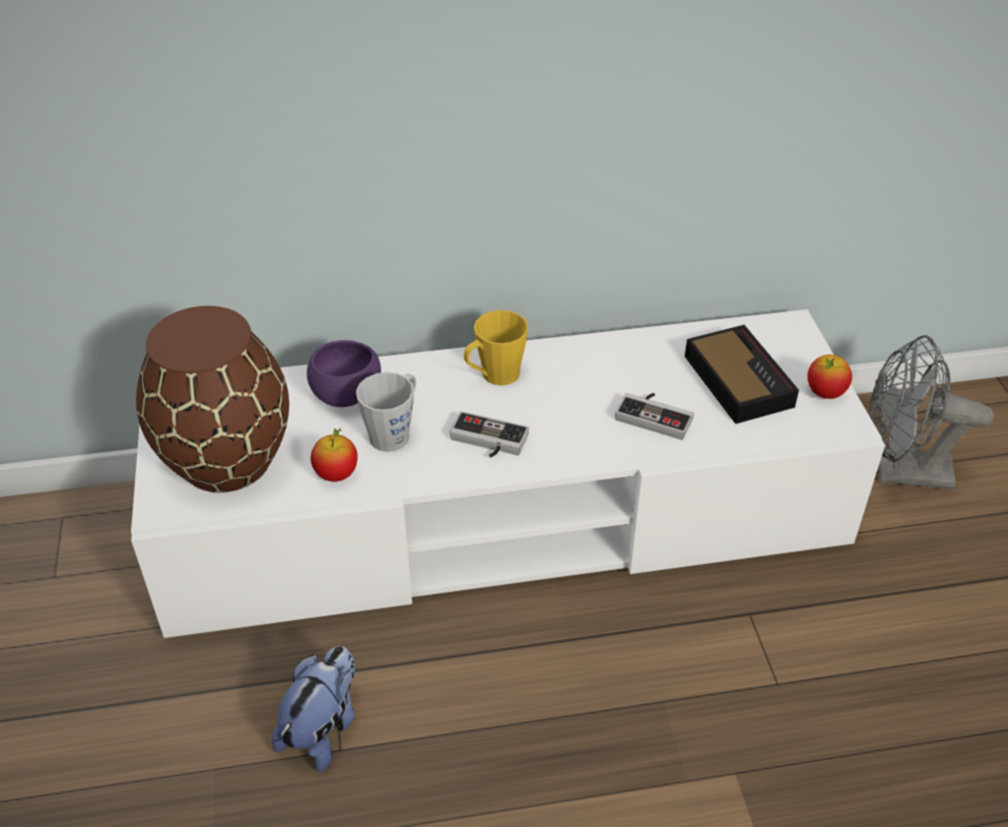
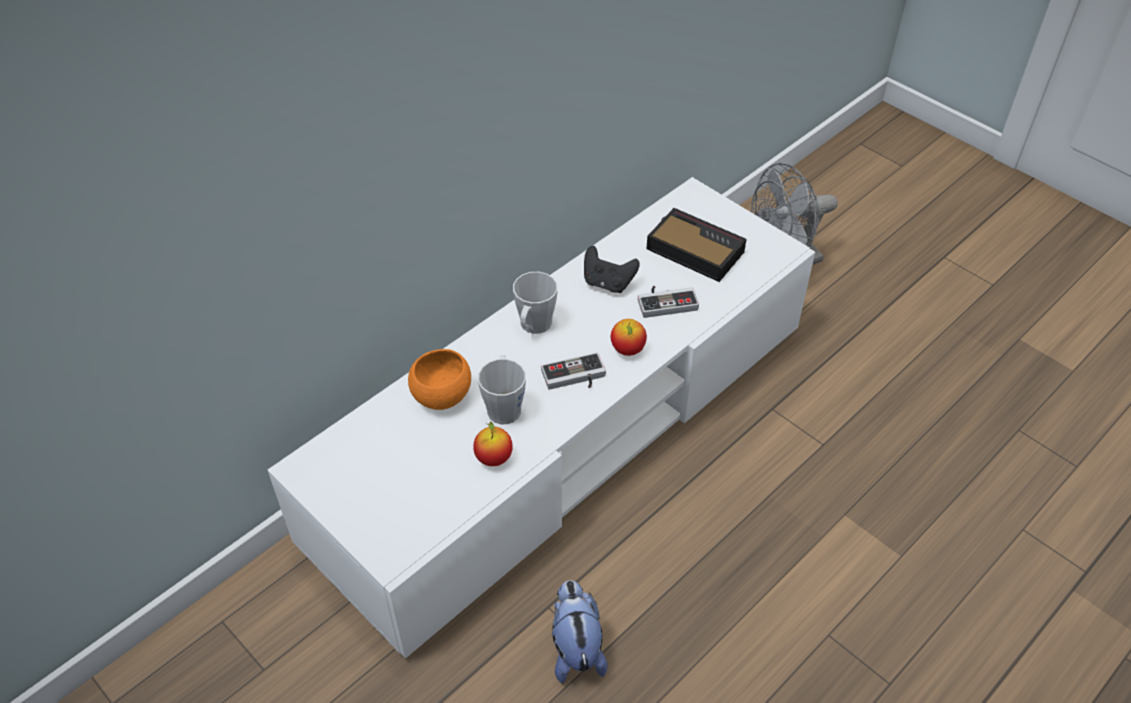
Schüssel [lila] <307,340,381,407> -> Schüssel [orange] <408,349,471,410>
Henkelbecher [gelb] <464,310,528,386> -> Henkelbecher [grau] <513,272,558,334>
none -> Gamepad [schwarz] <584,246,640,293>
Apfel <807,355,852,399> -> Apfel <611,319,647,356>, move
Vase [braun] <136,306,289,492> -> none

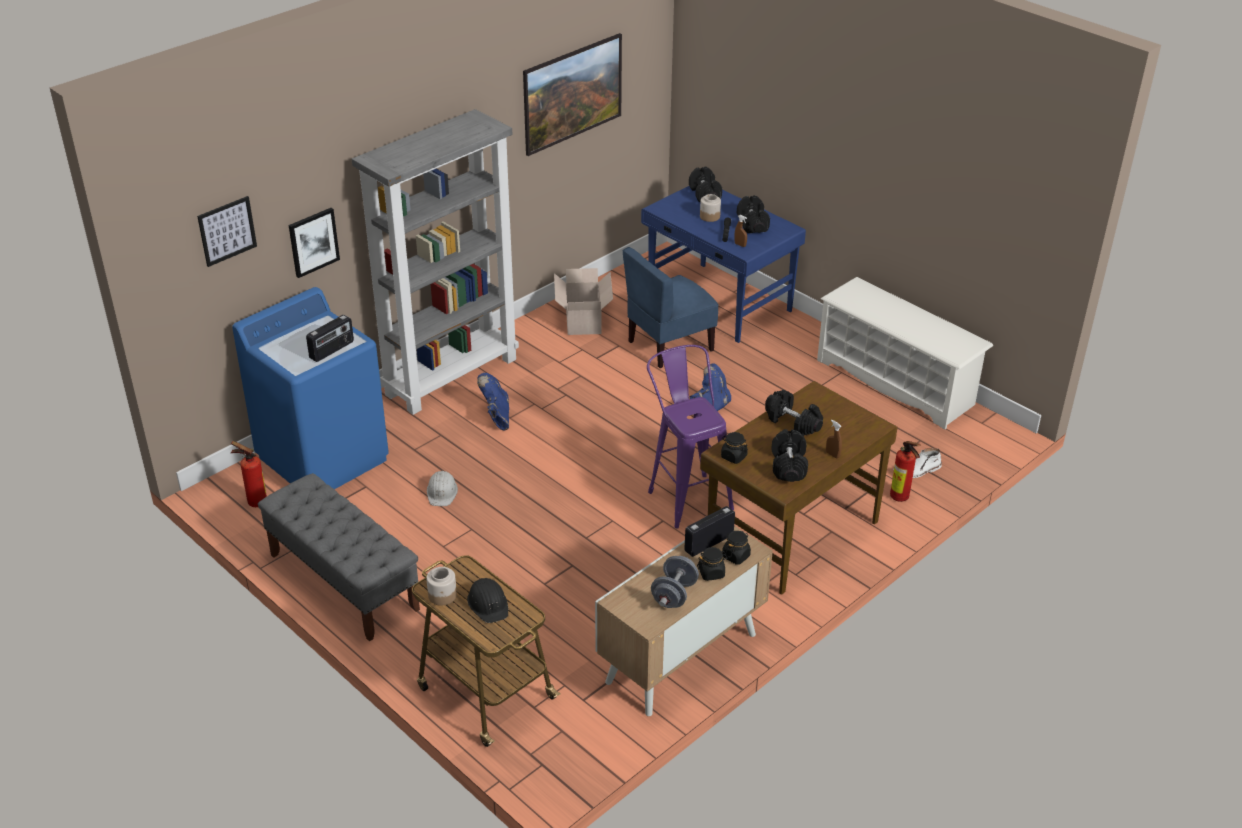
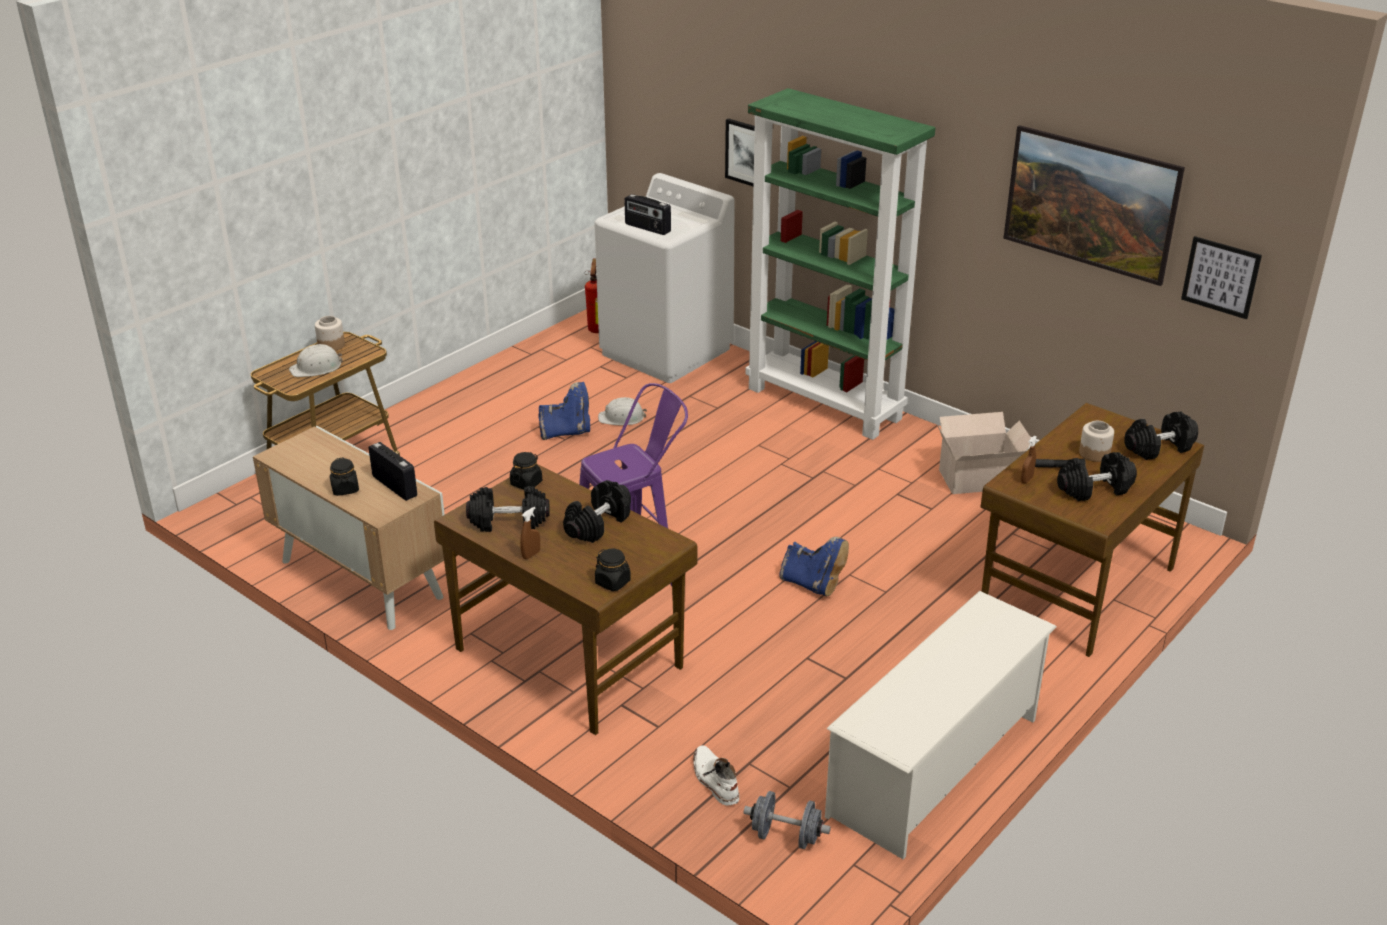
Schutzhelm [schwarz] <467,578,508,623> -> Schutzhelm [weiß] <289,344,343,377>
Stiefel [blau] <477,373,509,431> -> Stiefel [blau] <539,382,590,440>, move
Waschmaschine [blau] <232,287,389,489> -> Waschmaschine [weiß] <594,173,735,383>
Vorratsglas [schwarz] <722,531,751,565> -> Vorratsglas [schwarz] <595,549,631,591>, move
Hantel [grau] <651,556,699,608> -> Hantel [grau] <744,791,831,849>, move
Bücherregal [grau] <352,109,519,415> -> Bücherregal [grün] <746,88,936,440>
Schreibtisch [blau] <641,186,806,343> -> Schreibtisch [braun] <981,403,1204,657>
Bild <197,196,257,267> -> Bild <1181,236,1262,319>, move
Bank [grau] <258,473,420,642> -> none
Stuhl [blau] <623,247,719,368> -> none
Feuerlöscher <890,441,921,502> -> none

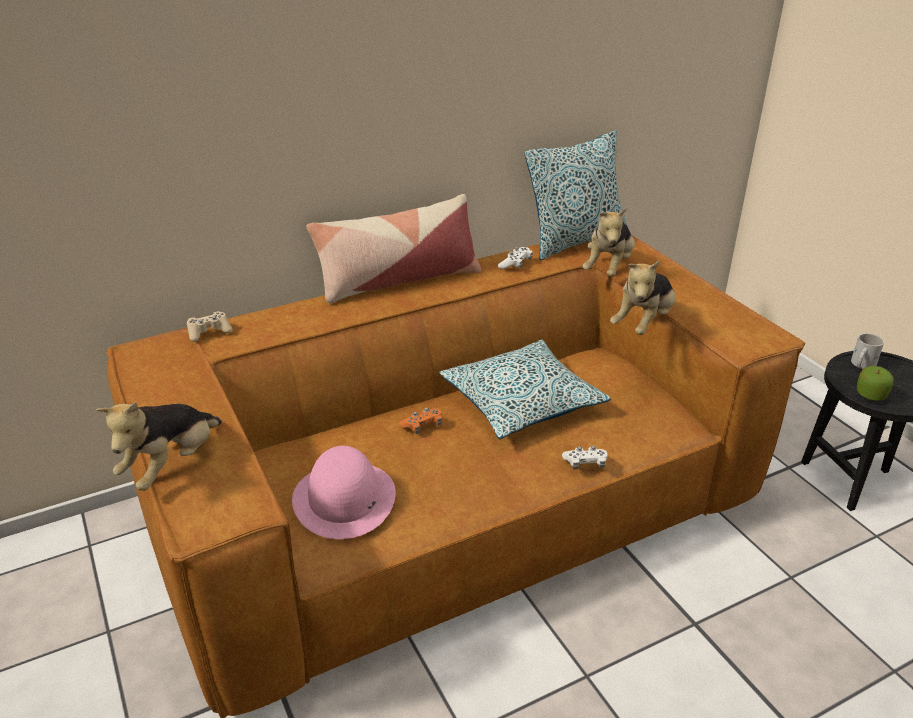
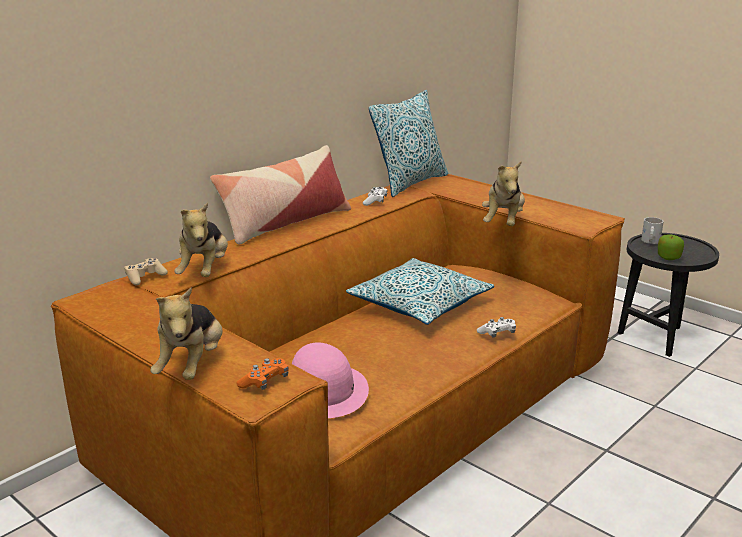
Plüschtier <583,207,635,277> -> Plüschtier <175,202,228,277>, move
Gamepad [orange] <399,407,442,434> -> Gamepad [orange] <236,358,289,390>, move

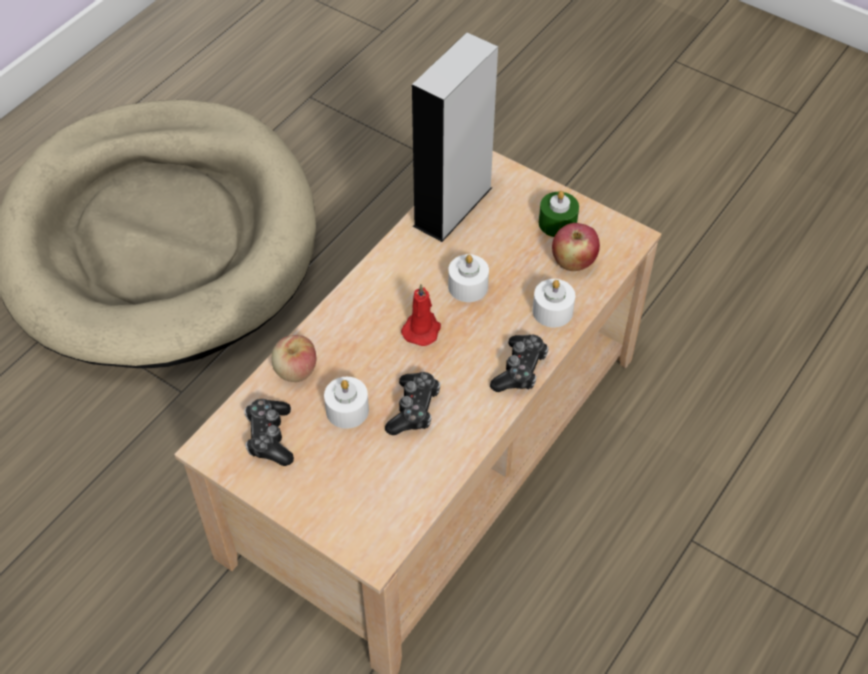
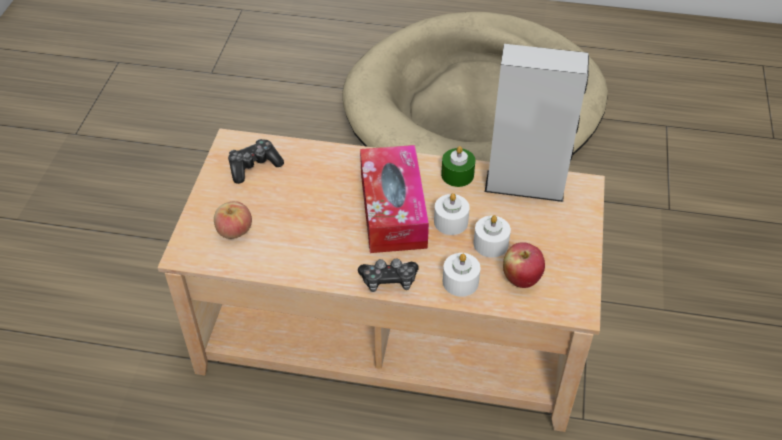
Apfel <272,335,316,382> -> Apfel <214,201,252,239>, move
Kerze [rot] <401,284,441,346> -> Taschentuchbox <360,145,429,253>
Kerze [grün] <539,191,579,237> -> Kerze [grün] <441,146,475,187>, move
Kerze [weiß] <324,377,369,429> -> Kerze [weiß] <473,215,511,258>, move
Gamepad <385,372,440,435> -> none

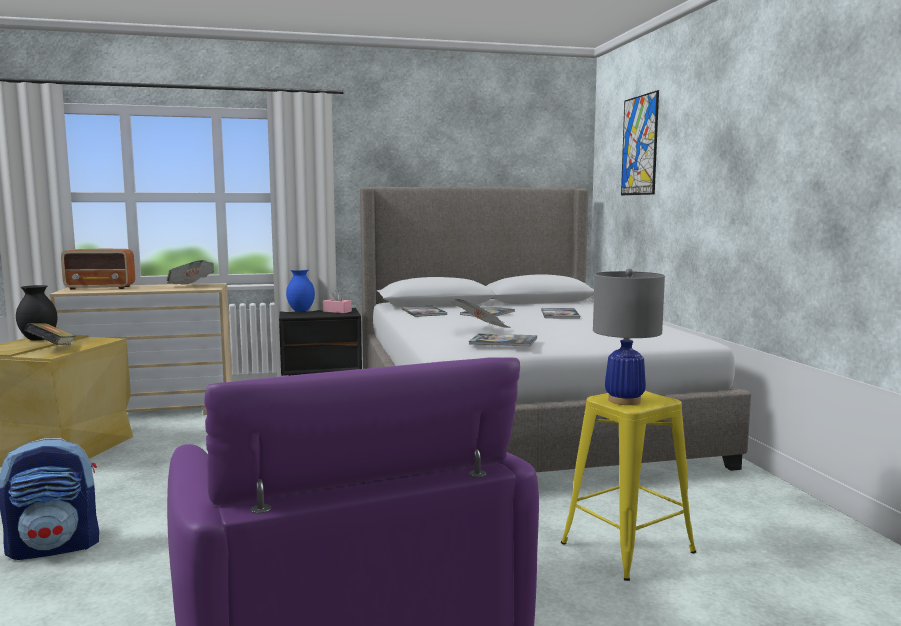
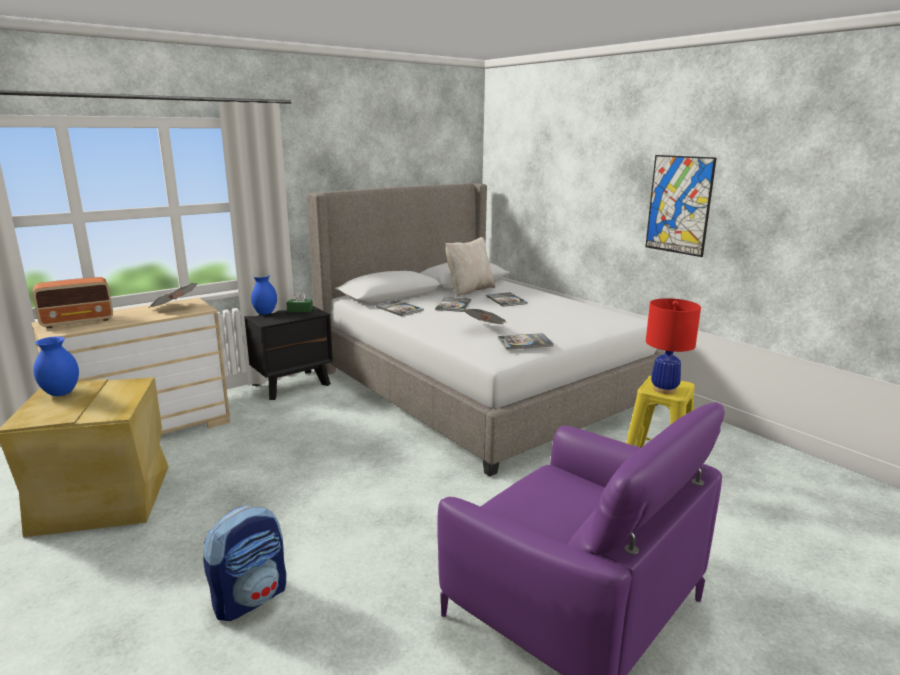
Vase [schwarz] <16,285,57,340> -> Vase [blau] <33,336,79,396>
Taschentuchbox [rosa] <323,290,352,313> -> Taschentuchbox [grün] <286,291,313,312>
none -> Kissen [beige] <445,237,495,297>
Bild <621,90,659,195> -> Bild <645,155,717,257>, move
Tischlampe [grau] <593,269,665,405> -> Tischlampe [rot] <646,298,701,394>
Buch <24,323,75,345> -> none

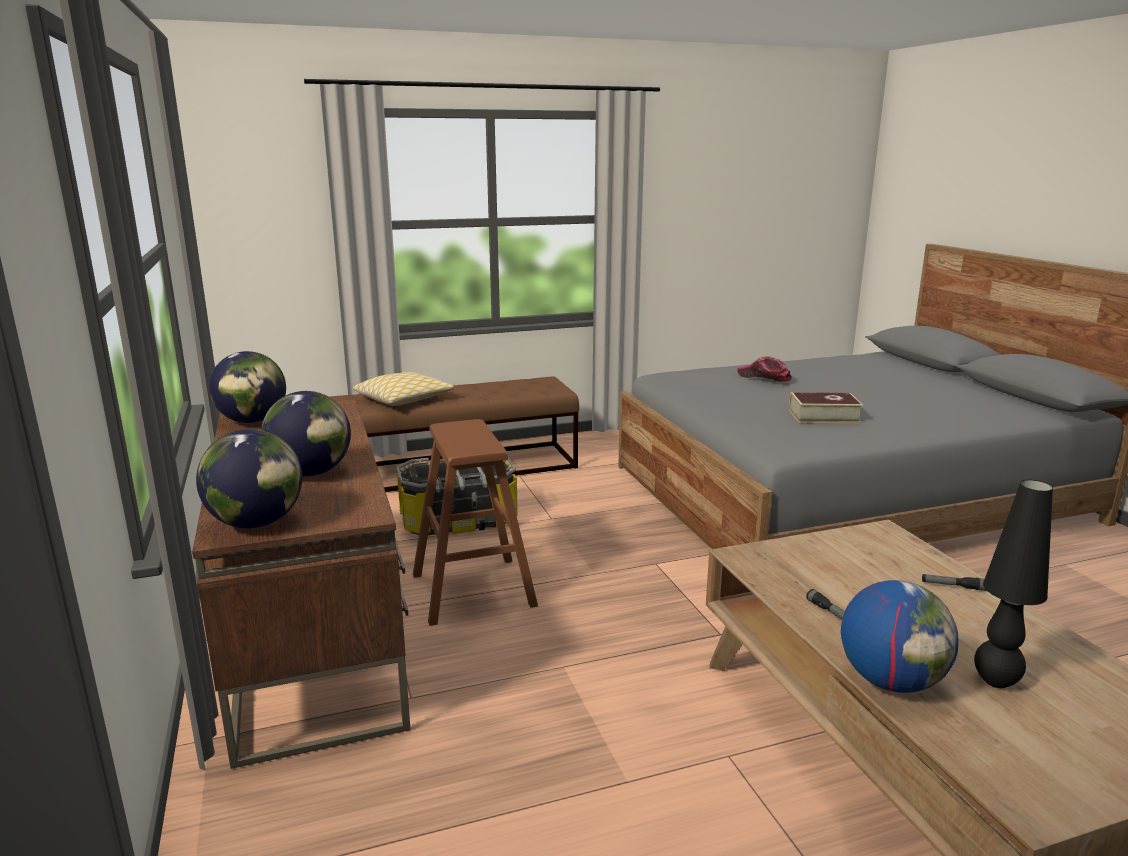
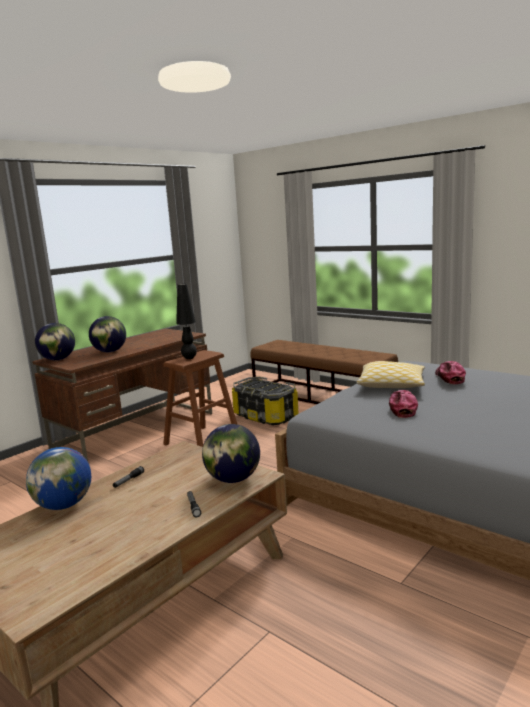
Tischlampe [schwarz] <974,480,1053,688> -> Tischlampe [schwarz] <176,284,197,359>, move
Globus <209,351,286,423> -> Globus <202,424,260,483>, move
Kissen <353,372,454,406> -> Kissen <357,361,425,388>, move
Buch <789,392,863,423> -> Kappe <389,390,418,418>

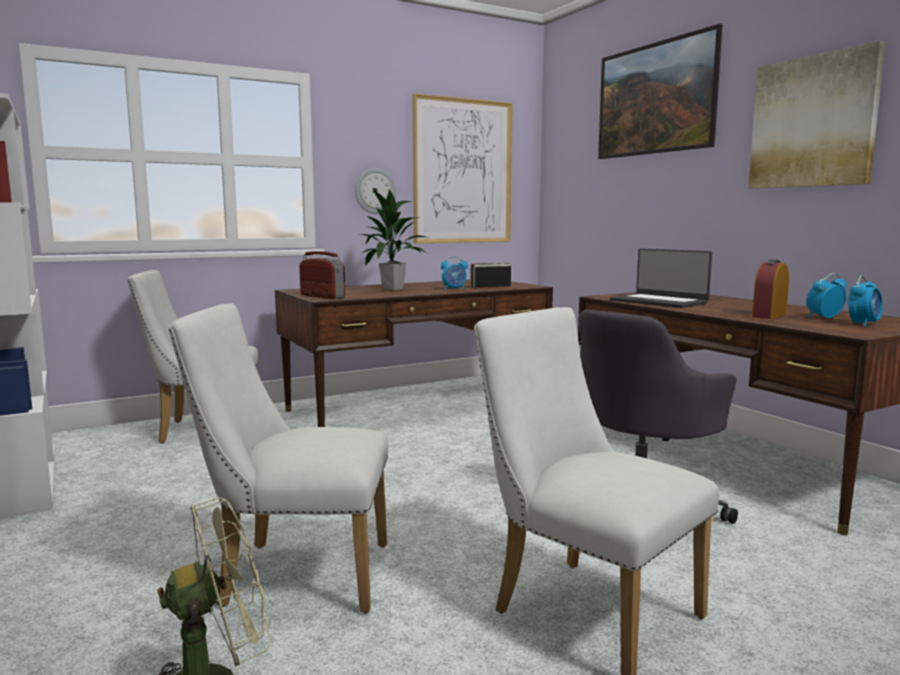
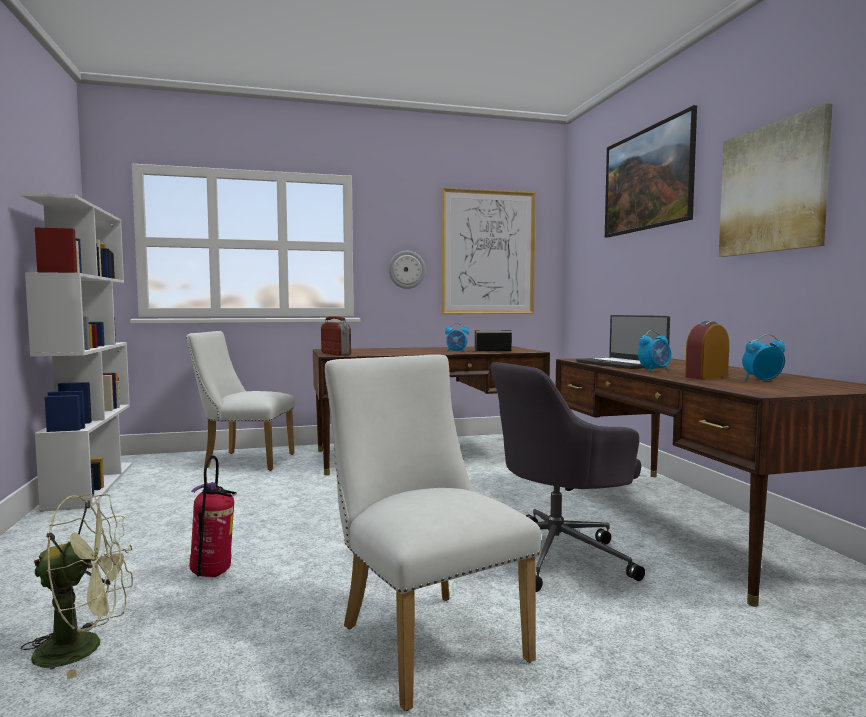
Stuhl [weiß] <169,303,388,613> -> Feuerlöscher <190,455,237,577>
Wecker <848,275,883,327> -> Wecker <638,330,671,372>, move
Topfpflanze <357,189,428,290> -> none

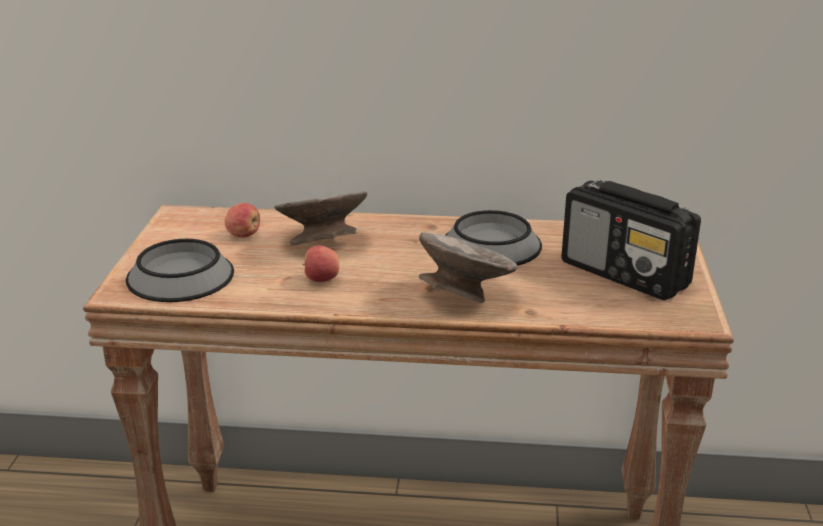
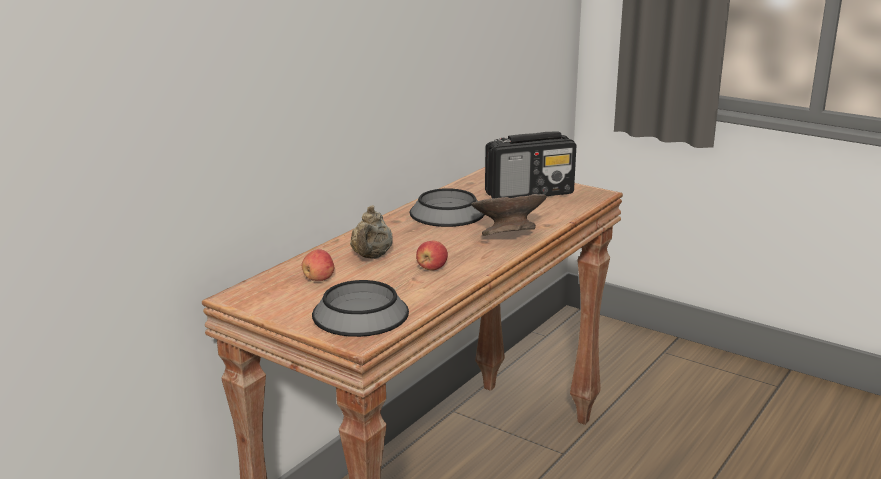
Schüssel [grau] <274,191,367,246> -> Teekanne [beige] <350,205,393,259>

